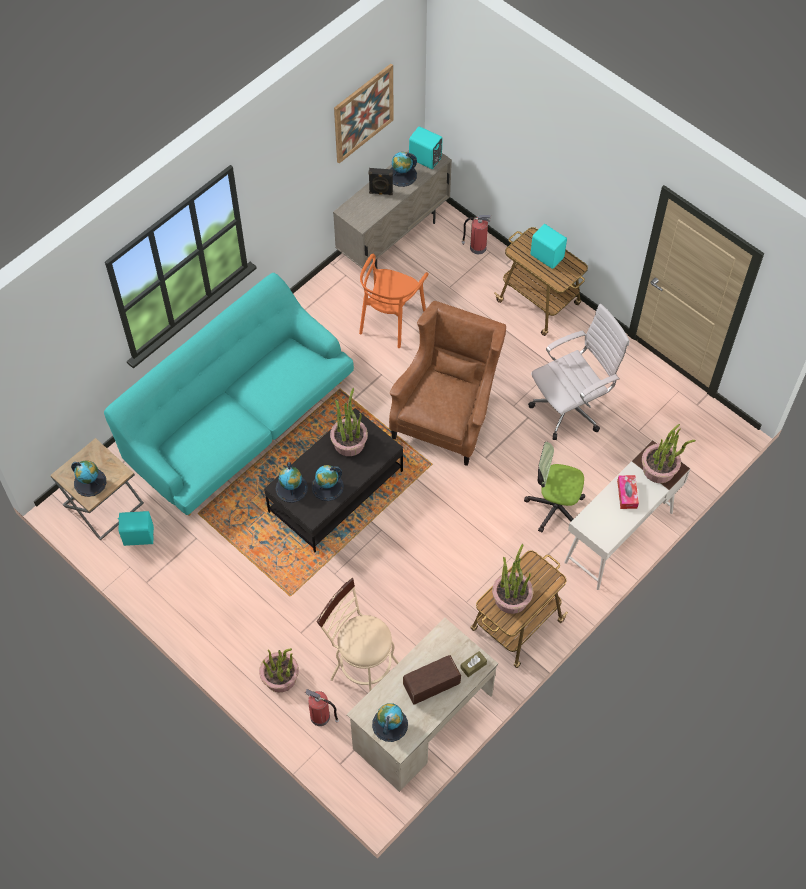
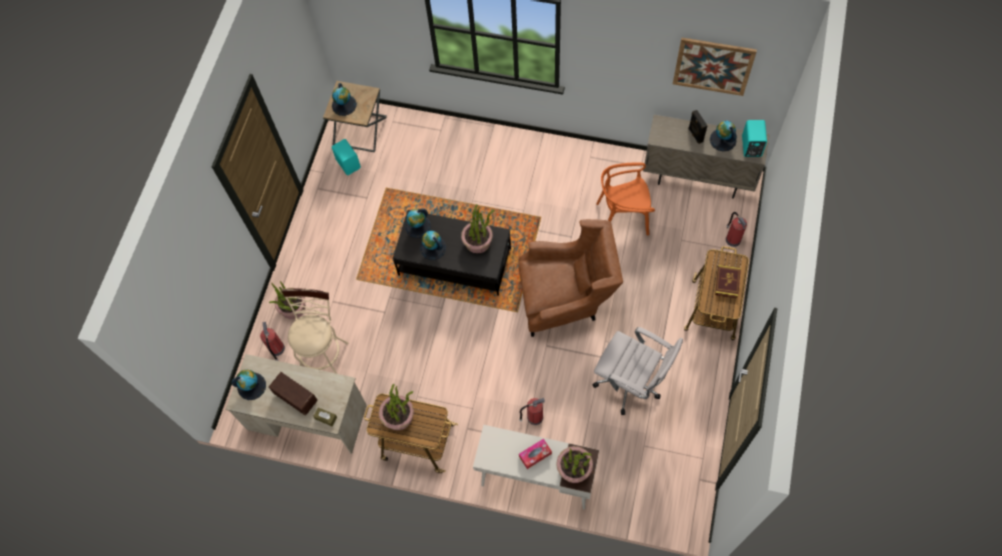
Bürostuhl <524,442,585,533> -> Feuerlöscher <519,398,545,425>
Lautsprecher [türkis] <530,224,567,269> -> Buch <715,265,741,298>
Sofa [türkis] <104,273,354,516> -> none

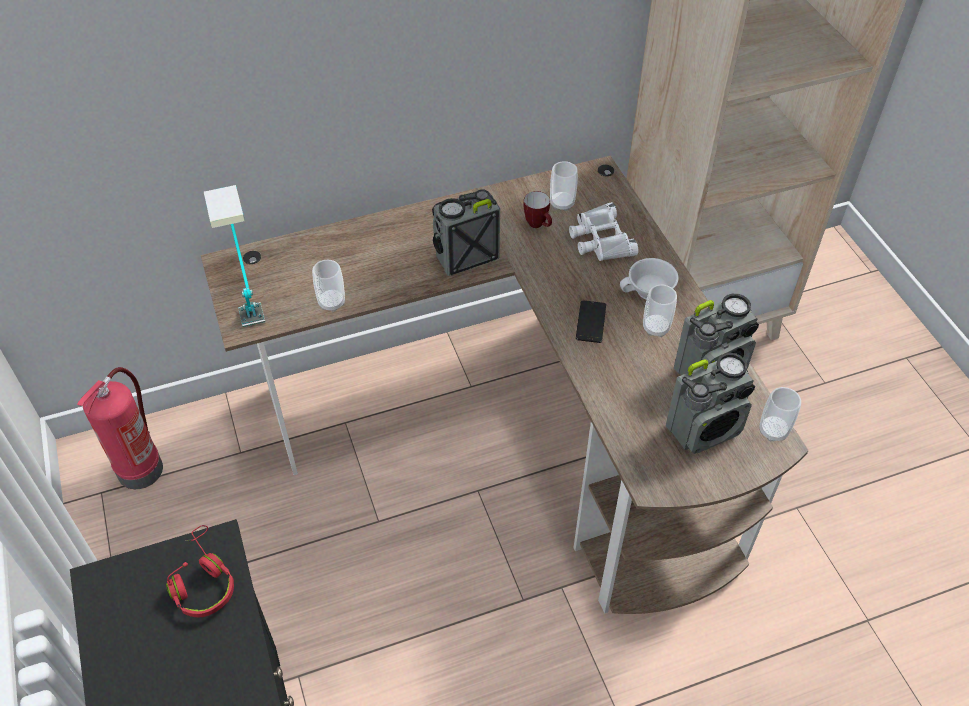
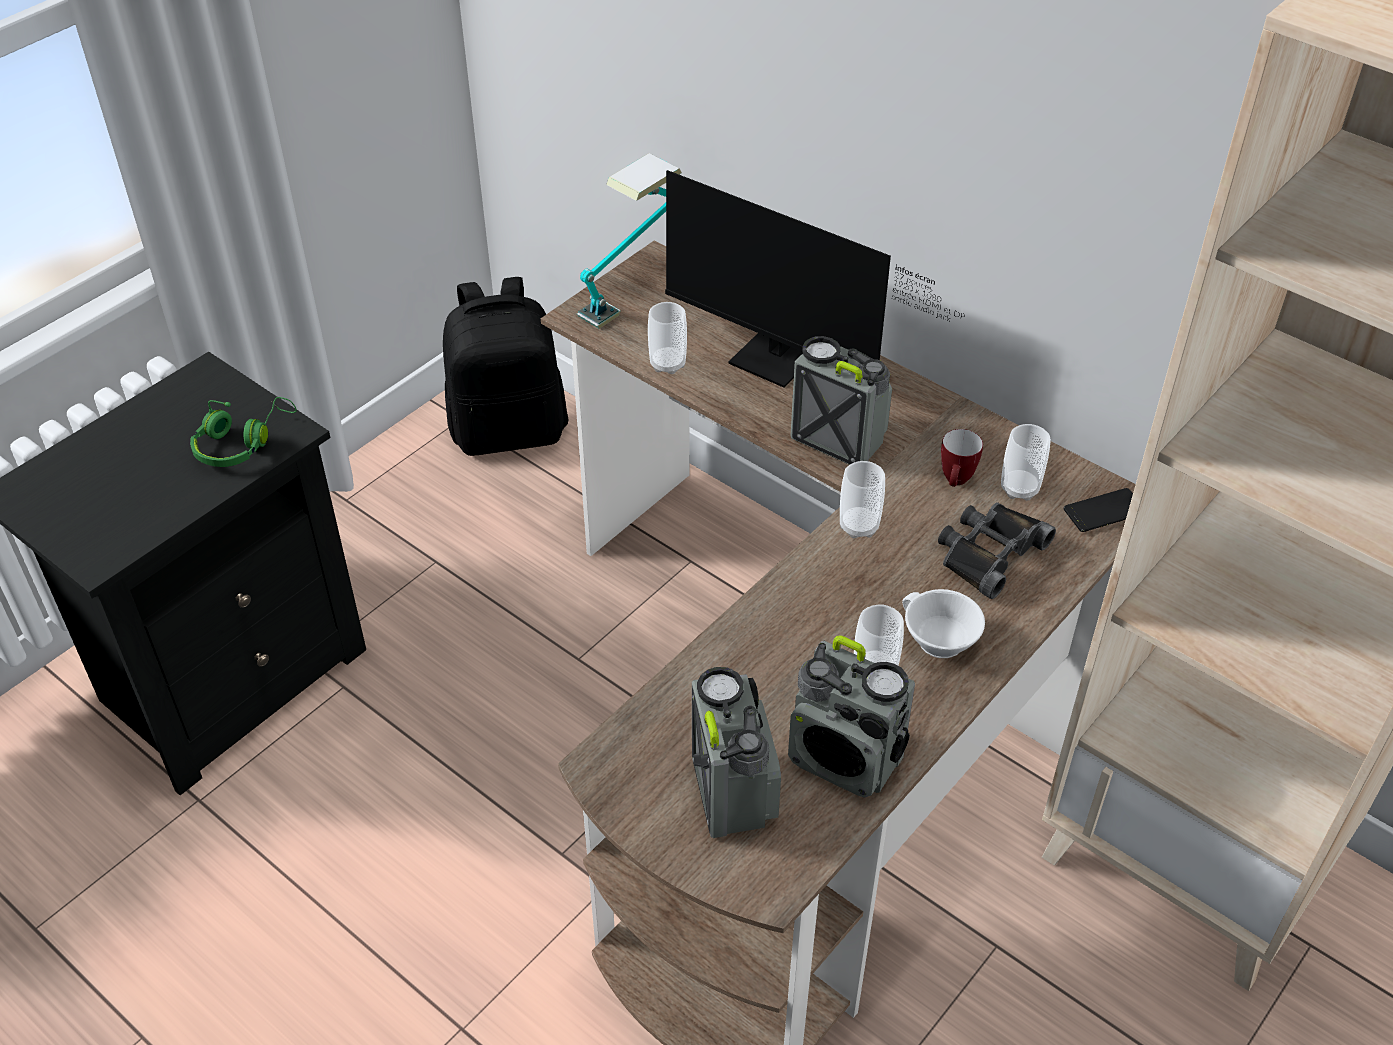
Kopfhörer [rot] <166,525,234,617> -> Kopfhörer [grün] <190,397,297,467>
Feuerlöscher <77,367,163,489> -> Rucksack [schwarz] <443,277,569,456>
none -> Monitor <665,170,965,388>
Radio <666,353,755,454> -> Radio <692,667,781,838>, 135 degrees counterclockwise
Tasse <760,387,801,441> -> Tasse <840,461,885,538>, move
Fernglas [weiß] <569,202,638,261> -> Fernglas [schwarz] <938,502,1056,599>
Handy <576,300,606,343> -> Handy <1064,488,1133,532>, move

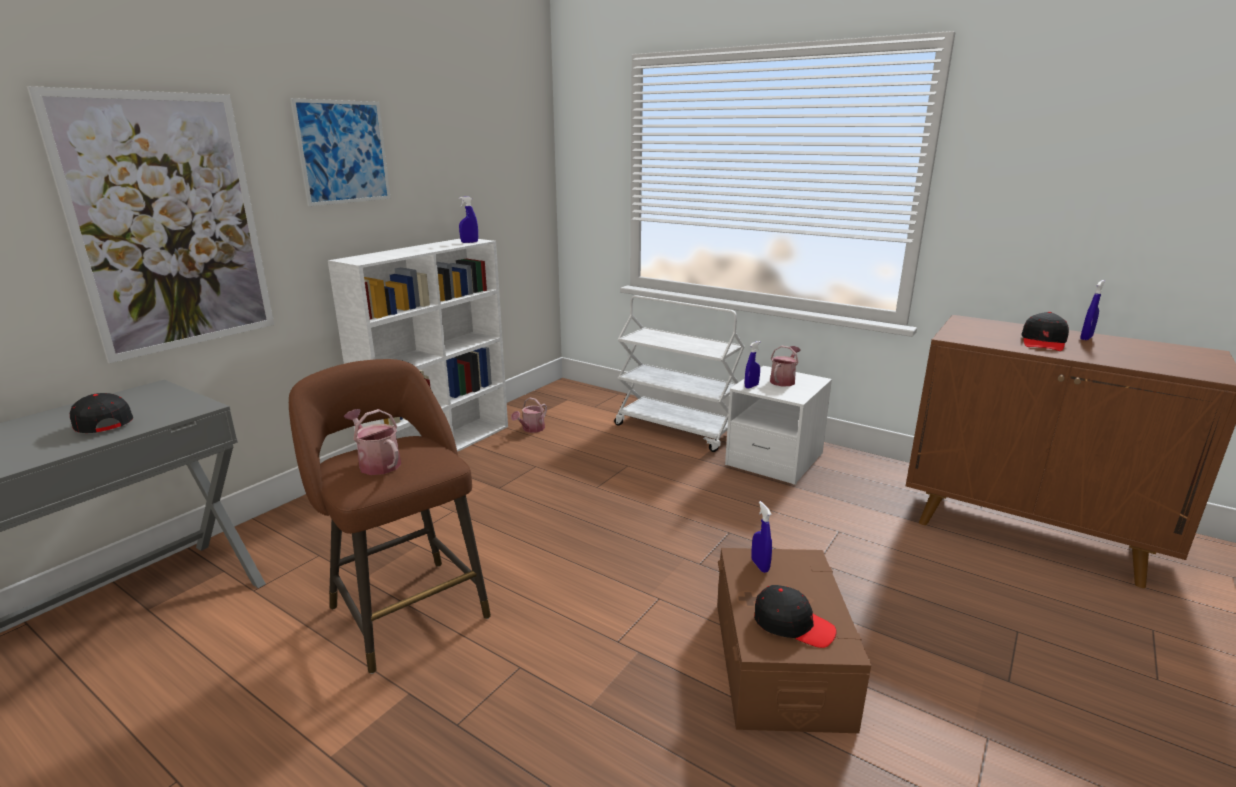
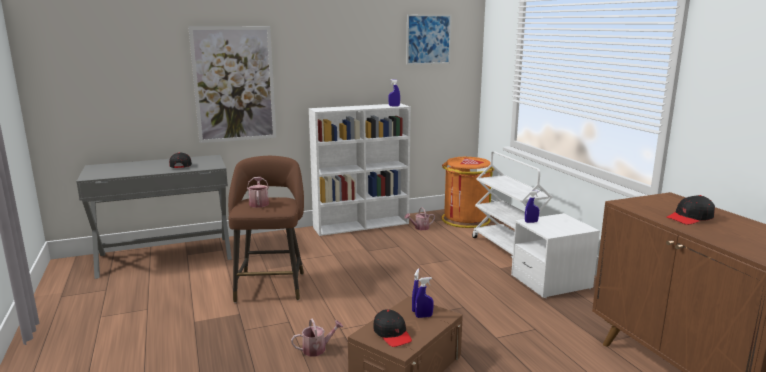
Gießkanne <770,346,801,386> -> Gießkanne <291,318,343,357>, move
Bild <290,98,391,206> -> Bild <406,14,452,65>, move
Sprühflasche [blau] <1080,280,1105,340> -> Sprühflasche [blau] <415,277,434,318>, move
none -> Mülleimer [orange] <441,157,495,228>

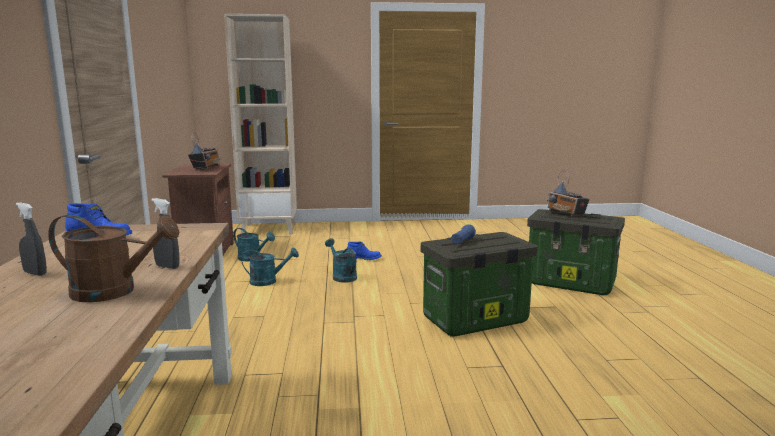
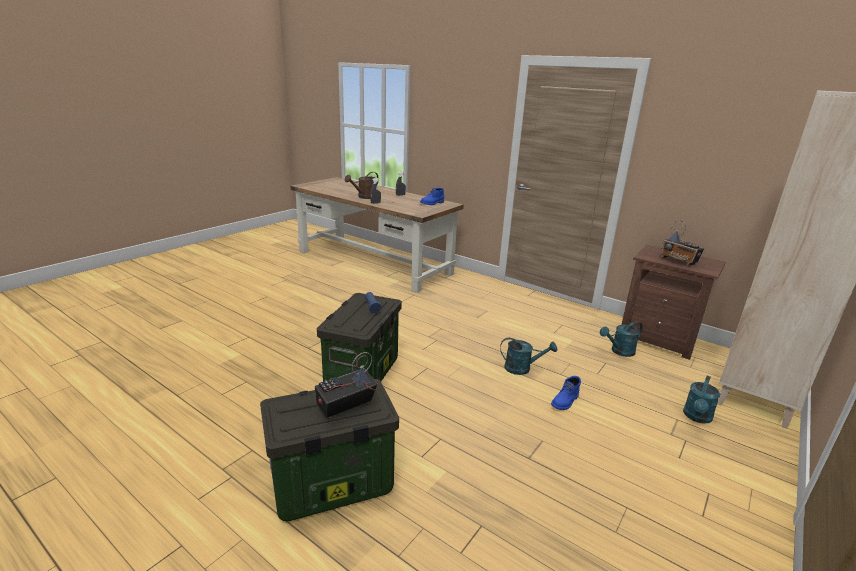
Radio <547,170,590,217> -> Radio <315,352,377,420>, 45 degrees counterclockwise
Gießkanne [türkis] <241,248,299,286> -> Gießkanne [türkis] <683,376,720,424>, move

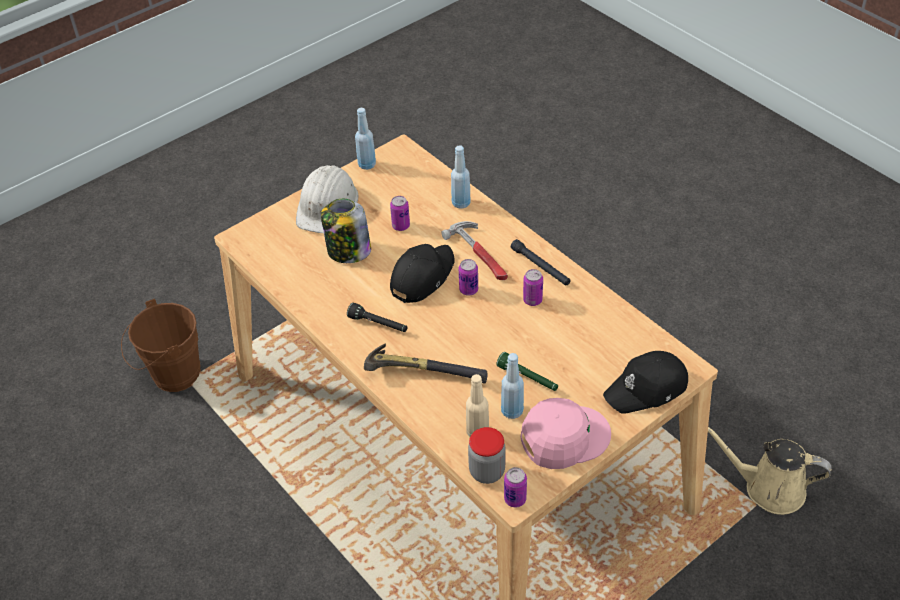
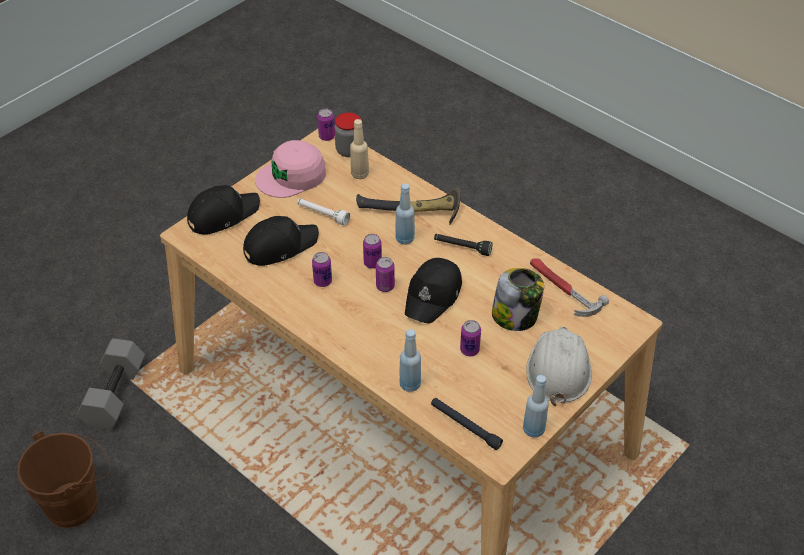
Eimer [braun] <121,299,201,392> -> Eimer [braun] <17,431,110,528>, move
Gießkanne [beige] <708,427,831,515> -> Hantel [grau] <76,338,145,431>
none -> Kappe [schwarz] <243,216,319,266>
Taschenlampe [grün] <497,352,558,391> -> Taschenlampe [weiß] <297,198,350,226>
none -> Dose <363,234,382,269>
Flasche [blau] <501,353,524,419> -> Flasche [blau] <395,183,415,245>, move
Taschenlampe [schwarz] <511,239,570,286> -> Taschenlampe [schwarz] <431,398,503,450>, move
Hammer <441,221,508,280> -> Hammer <530,259,609,317>, move

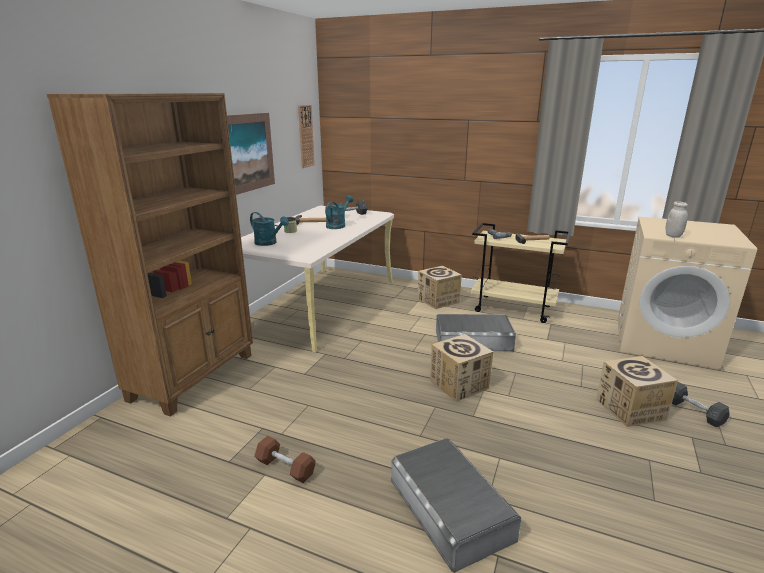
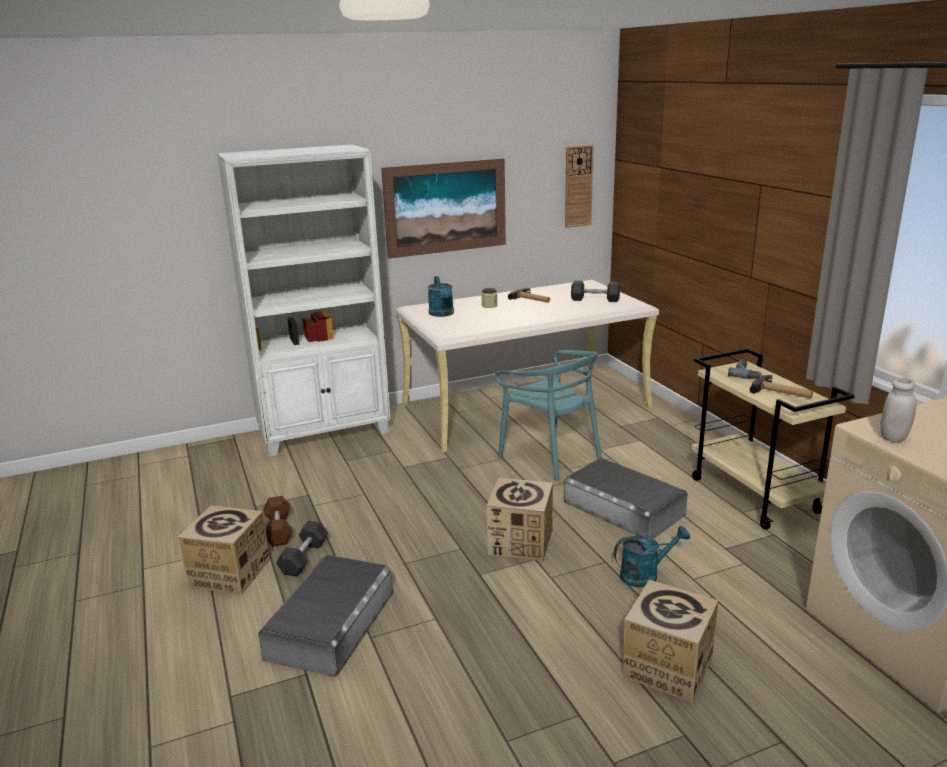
Karton <418,266,462,309> -> Karton <178,505,270,595>, move
Bücherregal [braun] <47,93,253,416> -> Bücherregal [weiß] <217,144,391,457>
Hantel [grau] <672,382,730,427> -> Hantel [grau] <276,521,328,577>, move
none -> Stuhl [türkis] <494,350,601,481>
Gießkanne [türkis] <325,195,353,229> -> Gießkanne [türkis] <614,526,690,588>, move

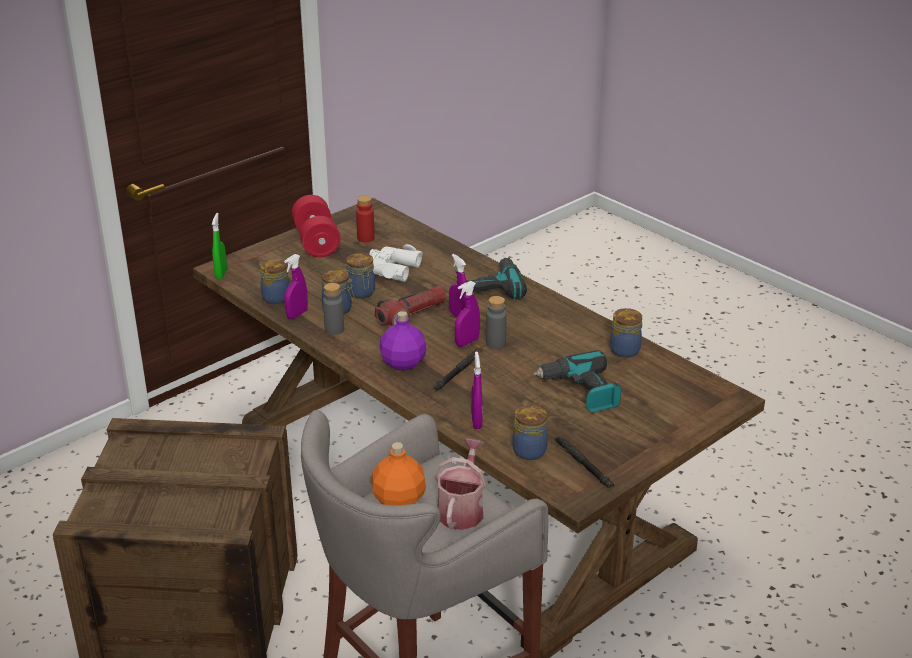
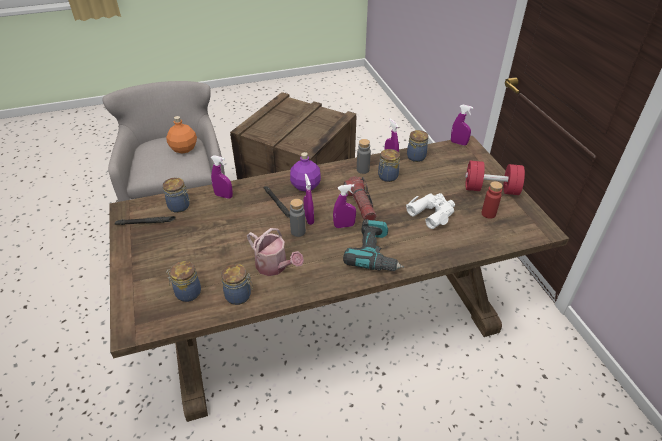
Vorratsglas <346,253,375,298> -> Vorratsglas <167,261,201,302>, move
Gießkanne <434,439,487,530> -> Gießkanne <247,228,304,276>, move
Sprühflasche [grün] <212,213,227,279> -> Sprühflasche [lila] <451,105,474,145>
Bohrmaschine <533,350,621,413> -> none

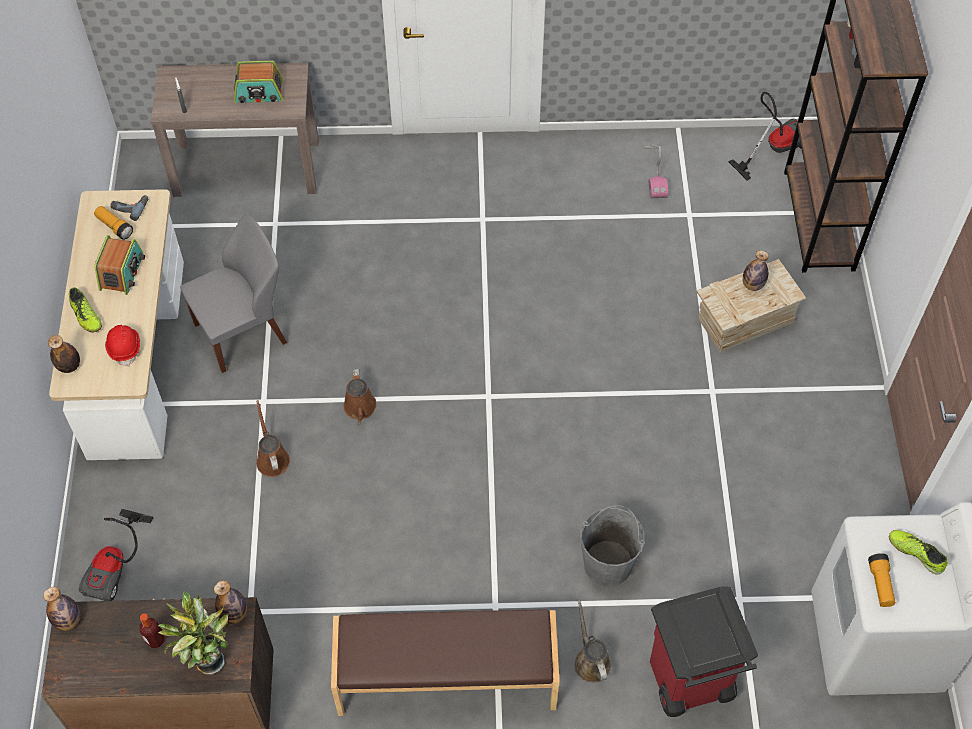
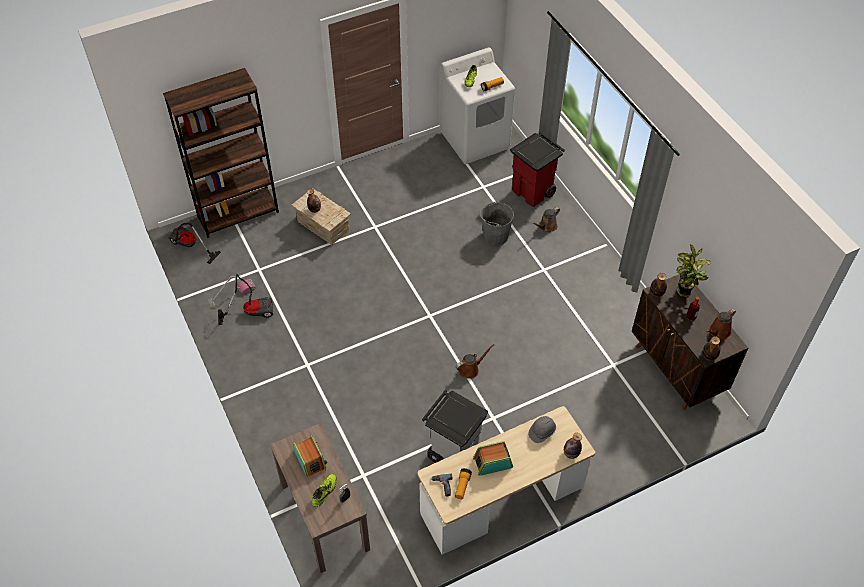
Staubsauger <79,509,154,601> -> Staubsauger <218,274,273,325>, move
Schuh <69,287,102,333> -> Schuh <312,474,337,507>, move
Stuhl [grau] <180,214,287,373> -> Mülleimer [grau] <422,390,488,463>
Schutzhelm [rot] <105,325,140,366> -> Schutzhelm [grau] <528,416,556,443>
Gießkanne [braun] <256,400,290,477> -> Gießkanne [braun] <706,309,736,339>, move
Bank [braun] <331,609,560,716> -> none

